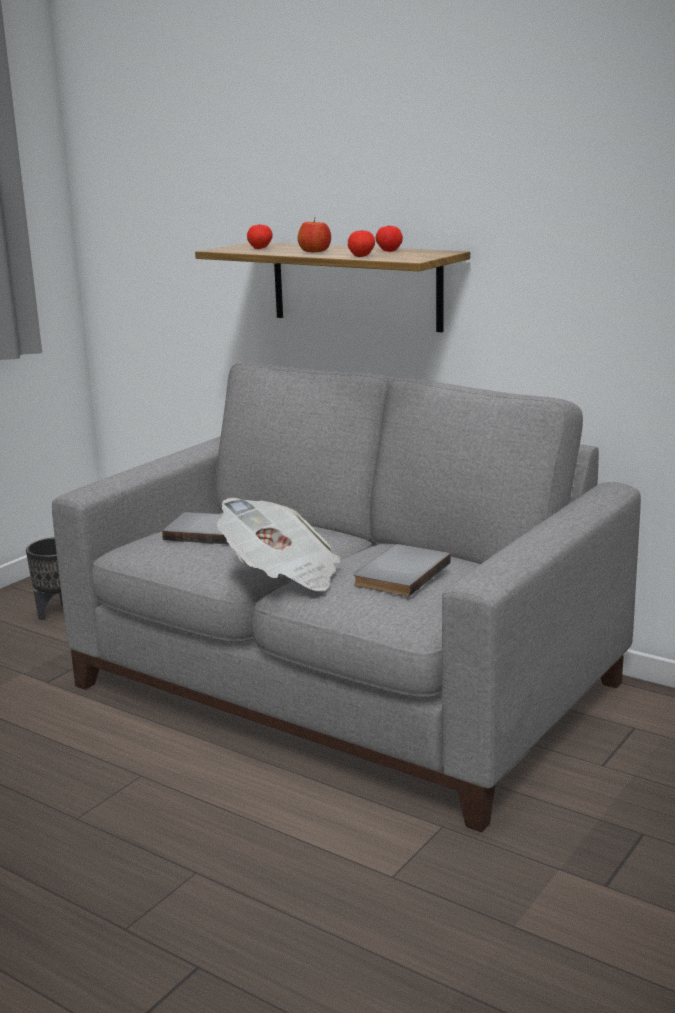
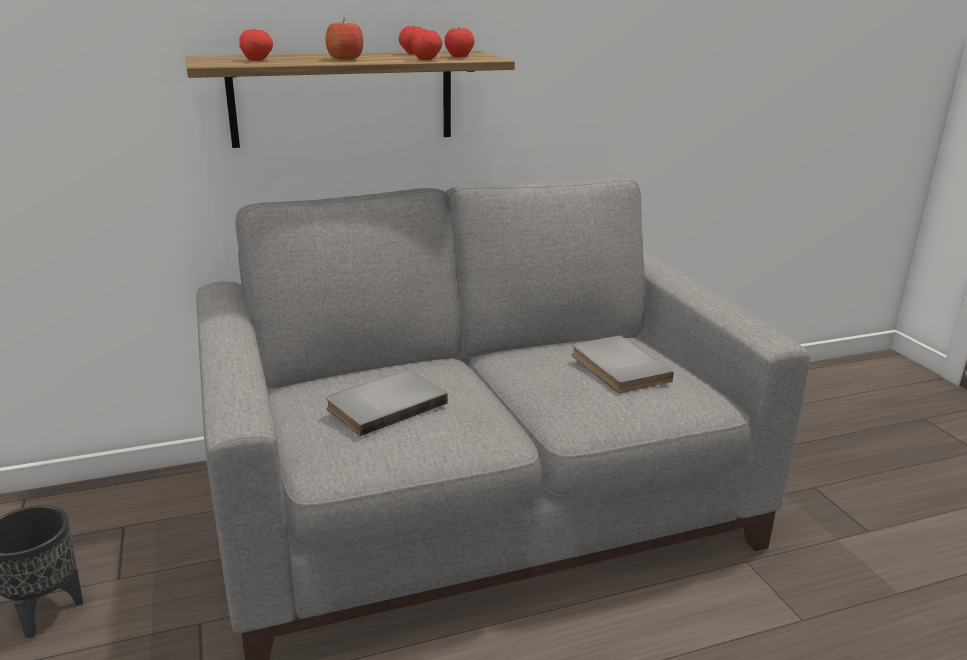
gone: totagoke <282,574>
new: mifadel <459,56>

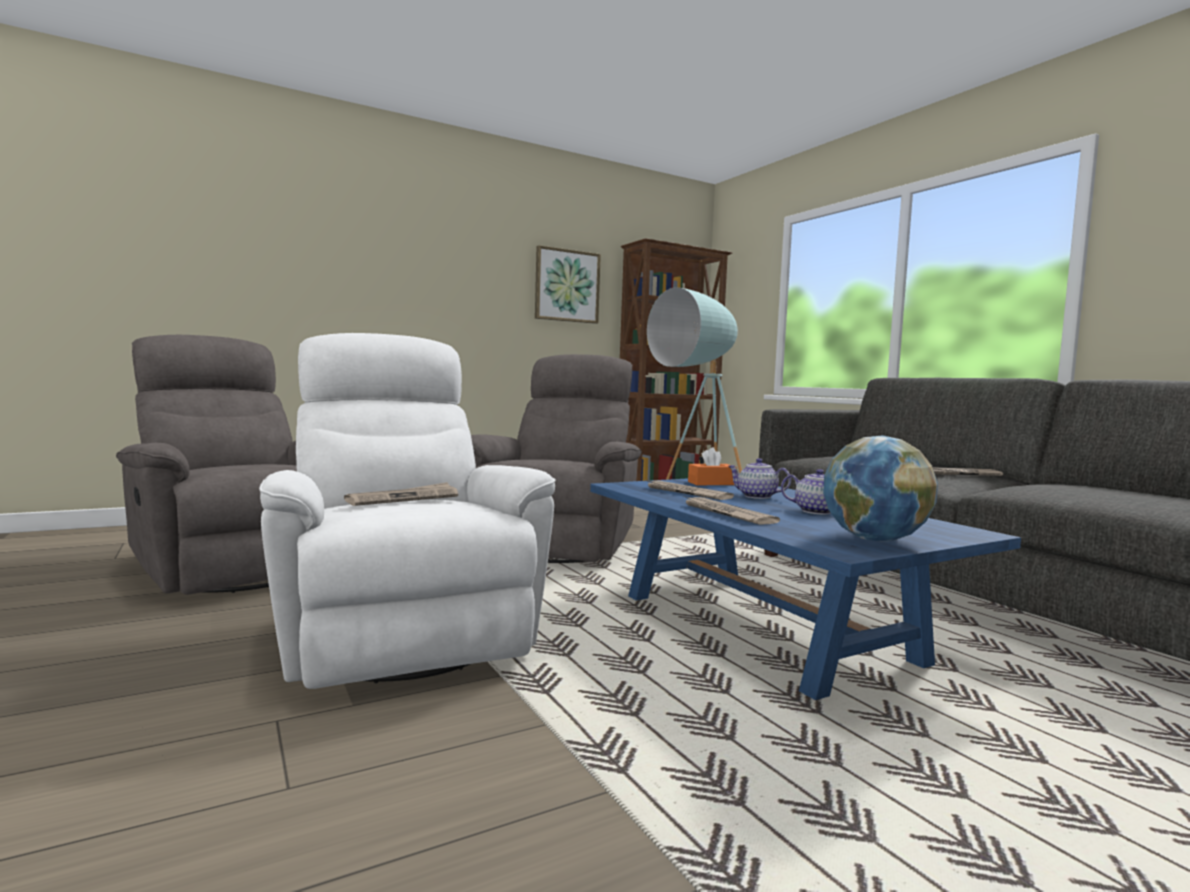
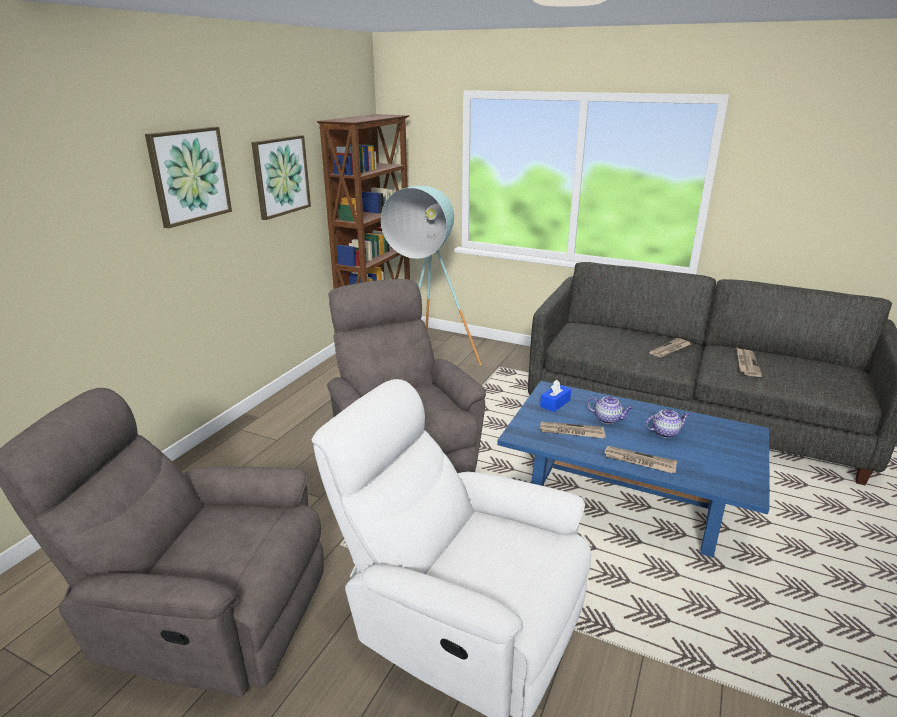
gone: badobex <874,540>
new: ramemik <189,175>
shifted: totagoke <403,498> to <746,364>
repainted: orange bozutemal <711,483> to blue bozutemal <555,403>
rotated: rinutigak <756,496> = <608,419> 150 degrees counterclockwise

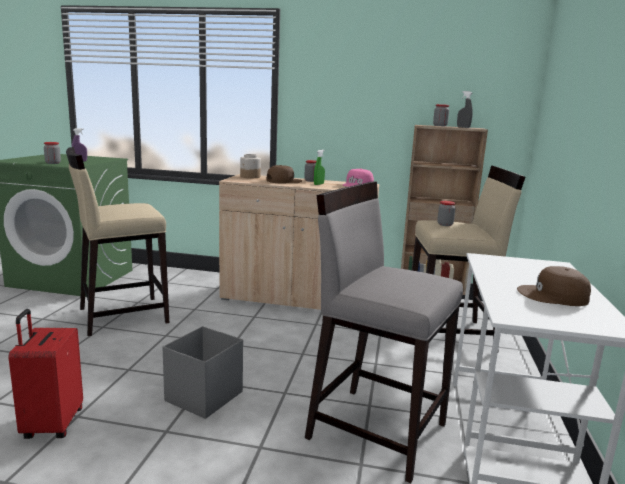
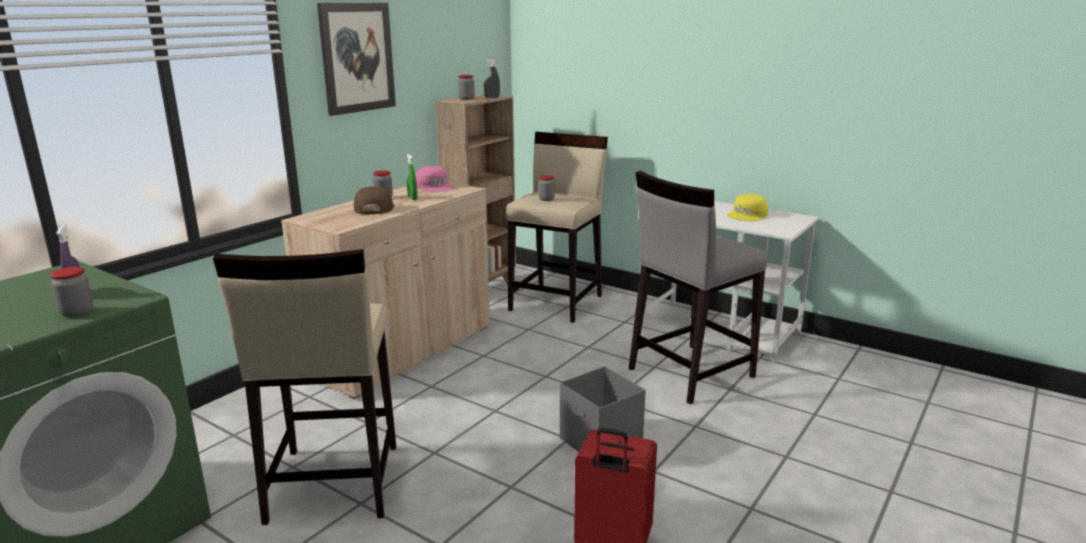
gone: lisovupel <250,177>
new: ramemik <357,58>
repainted: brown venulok <553,296> to yellow venulok <748,215>

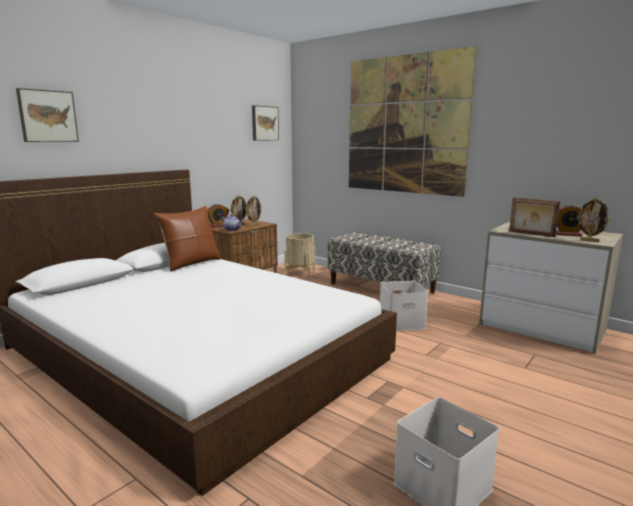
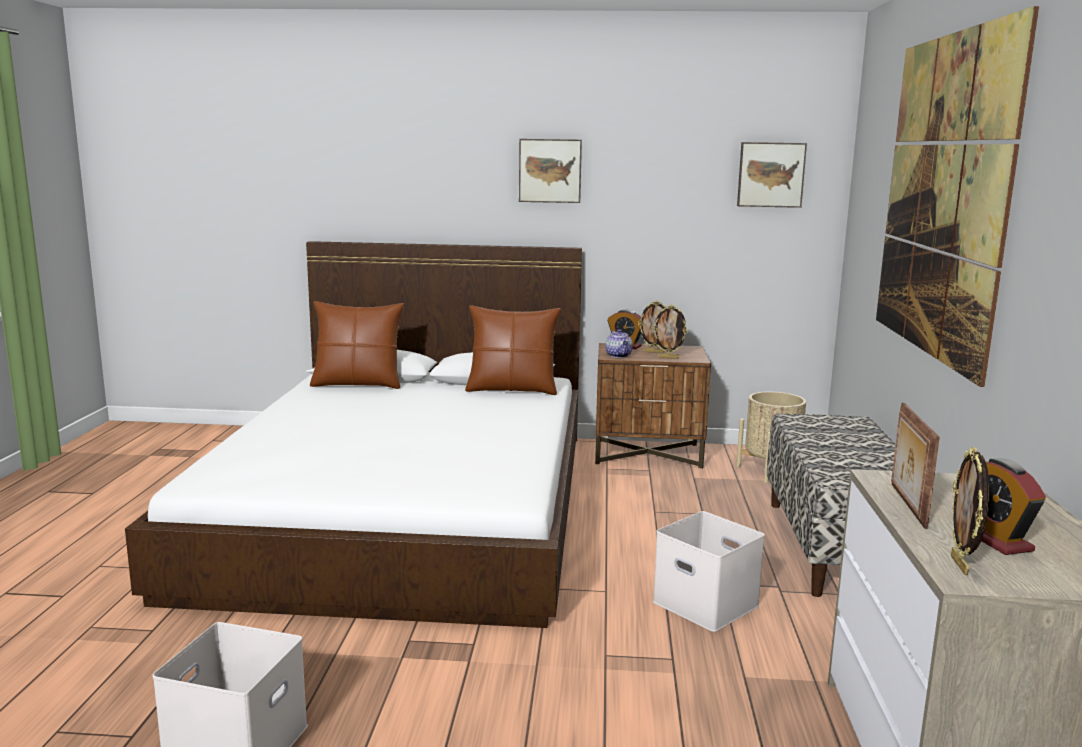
new: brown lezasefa <358,384>
shifted: ramemik <47,116> to <550,170>

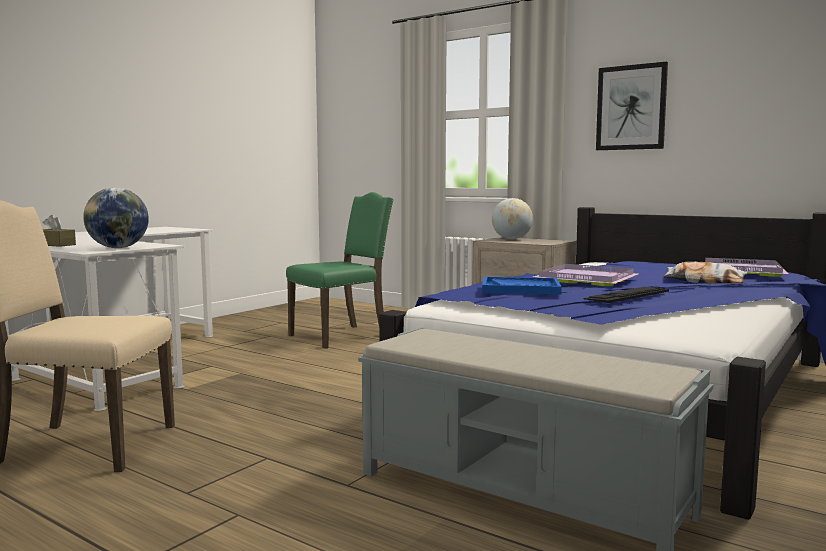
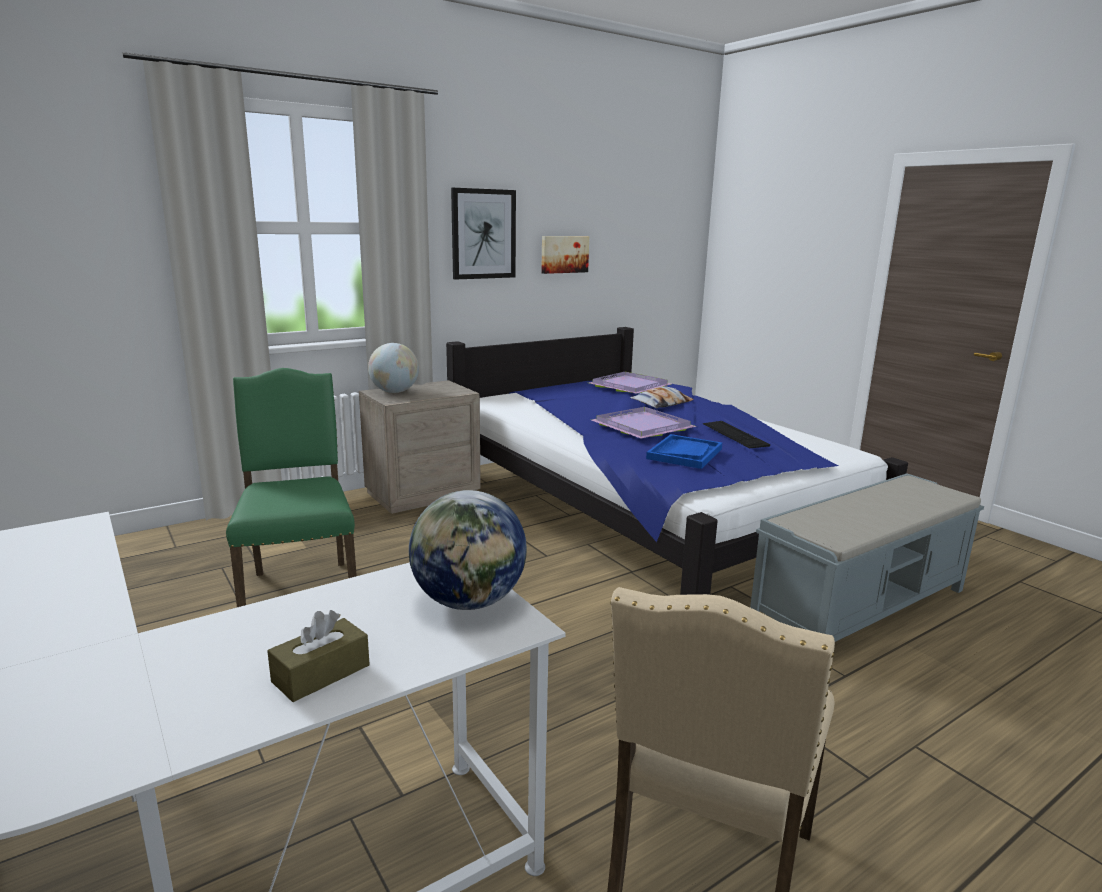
new: ramemik <564,254>

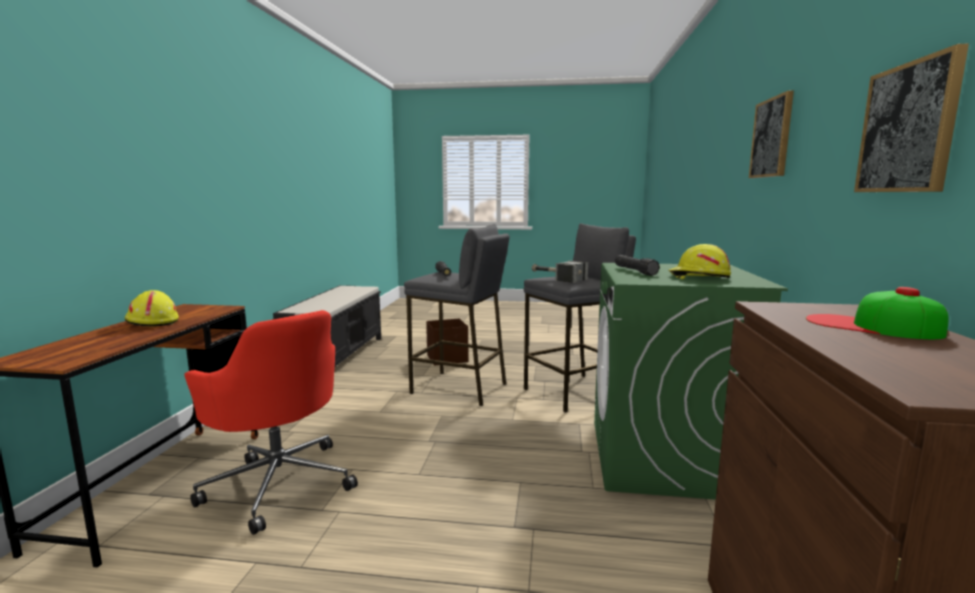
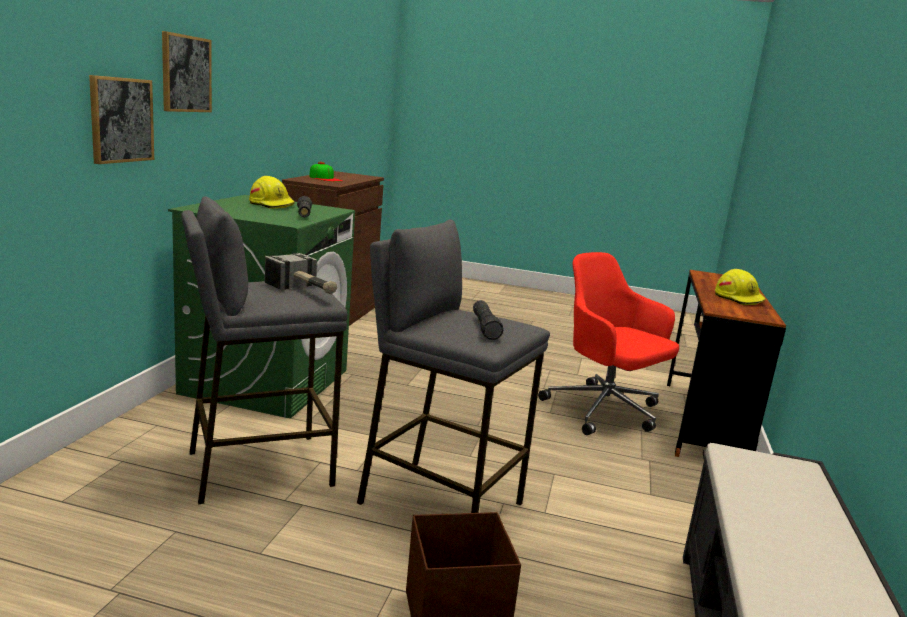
shifted: ramemik <908,128> to <121,120>

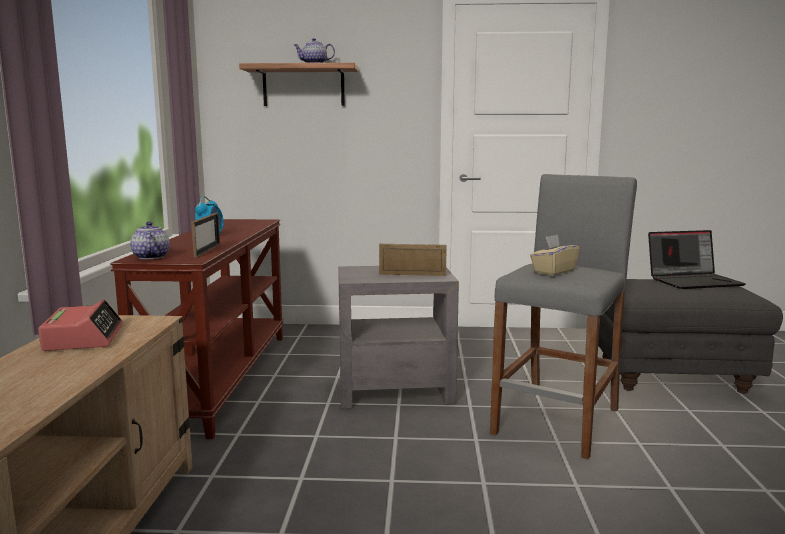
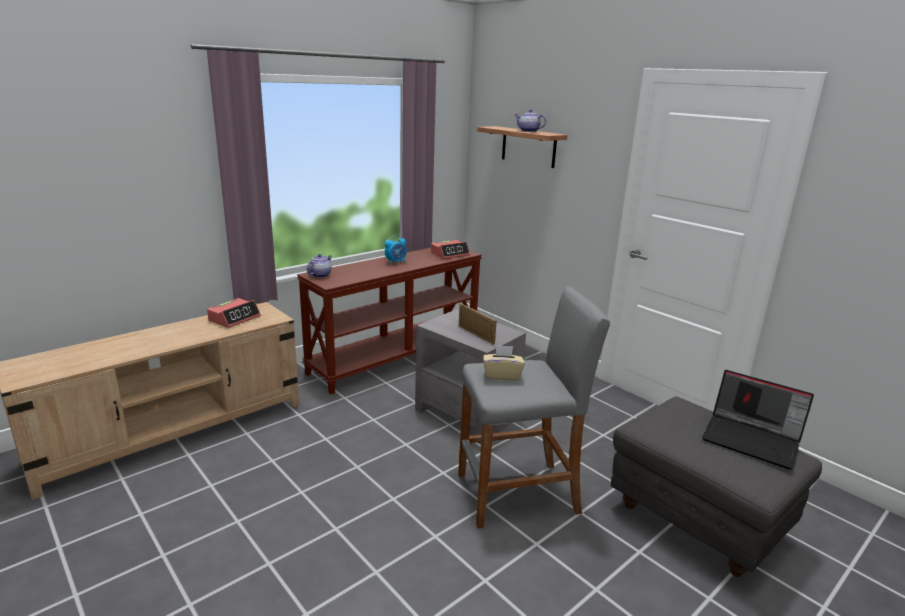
gone: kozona <207,250>
new: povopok <450,254>

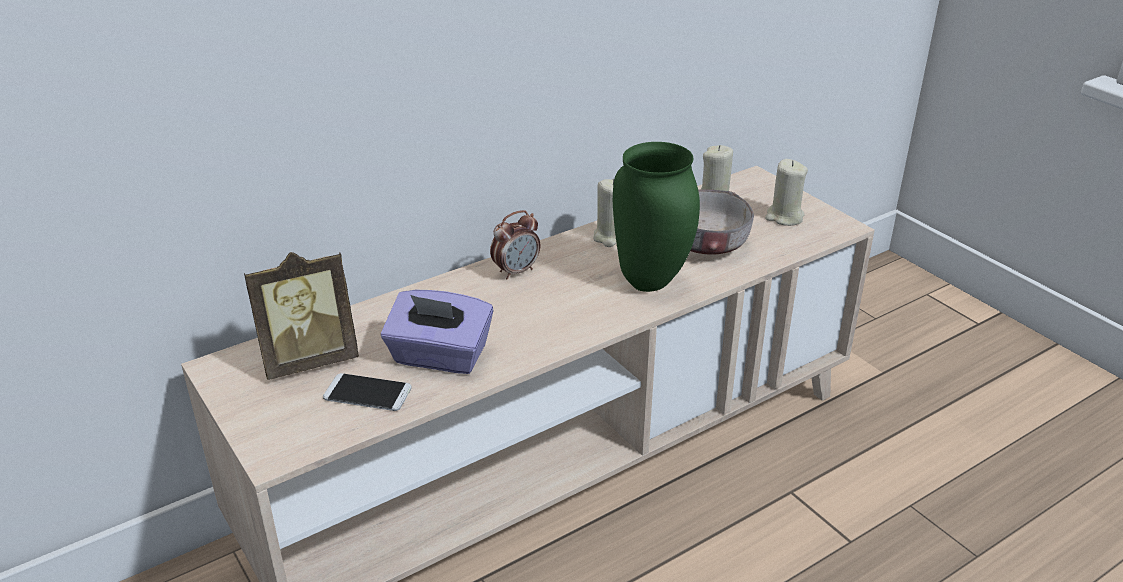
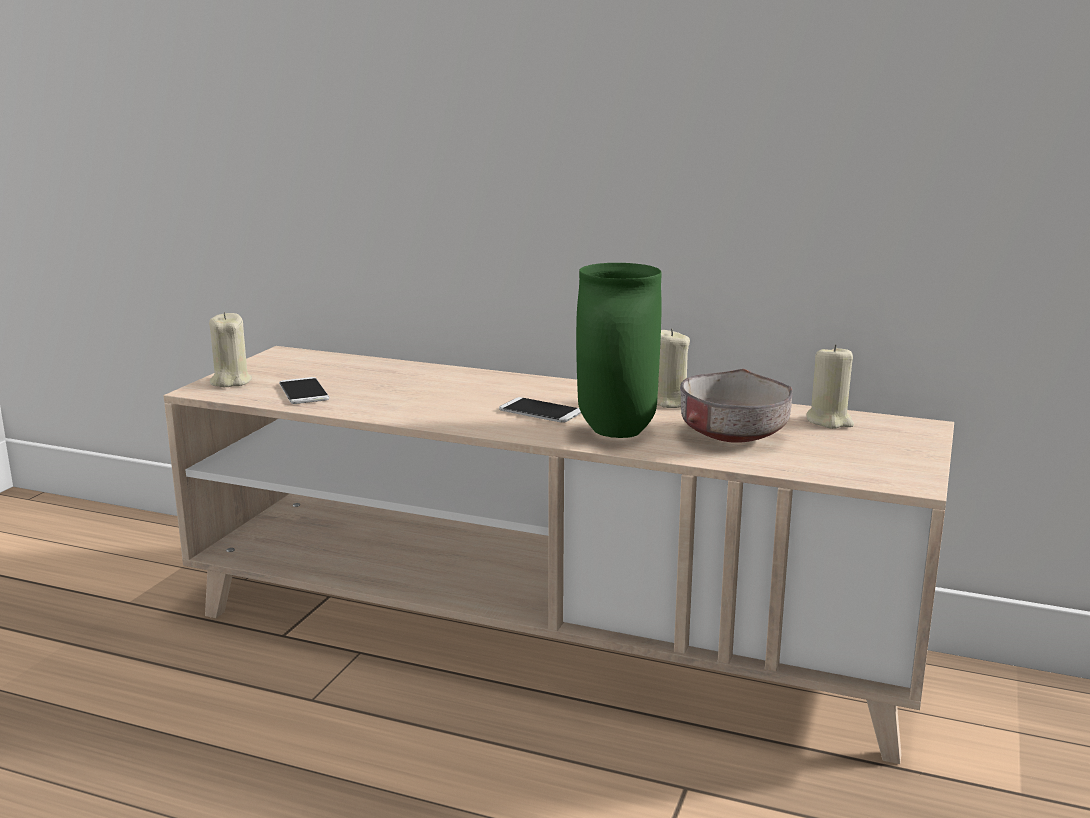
gone: povopok <516,271>; kozona <309,360>; purple bozutemal <439,357>
new: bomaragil <540,411>
shifted: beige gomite <784,217> to <230,381>

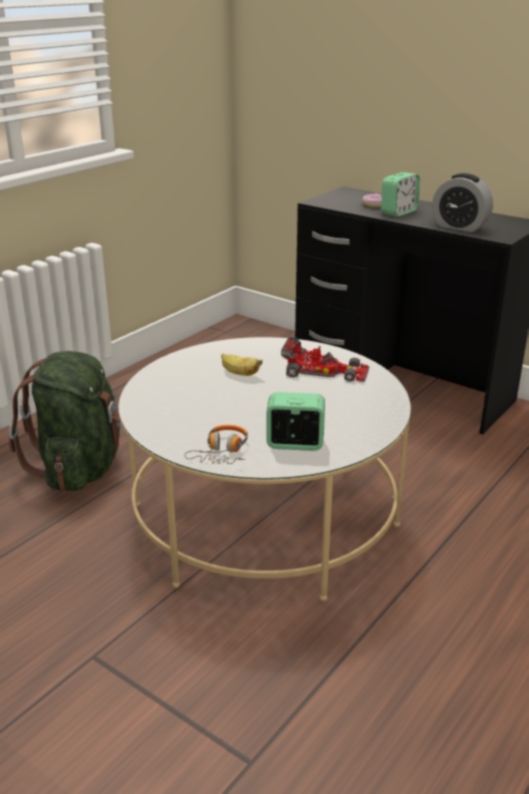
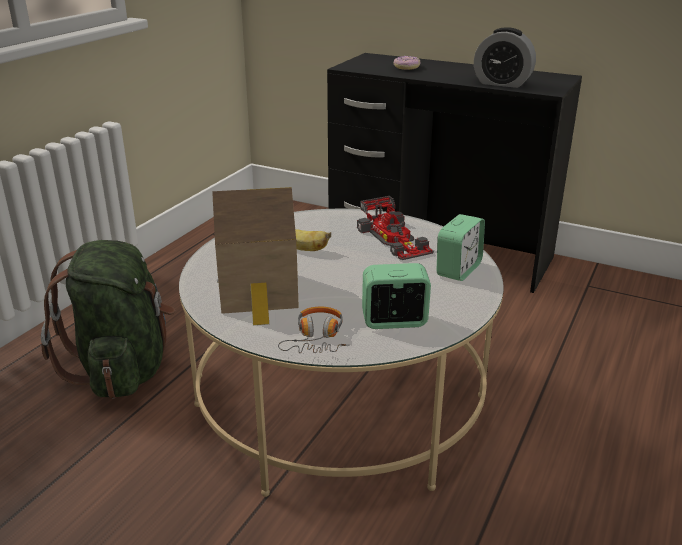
new: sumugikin <259,294>
shifted: povopok <398,212> to <458,270>
rotated: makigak <324,370> = <394,239> 60 degrees clockwise

